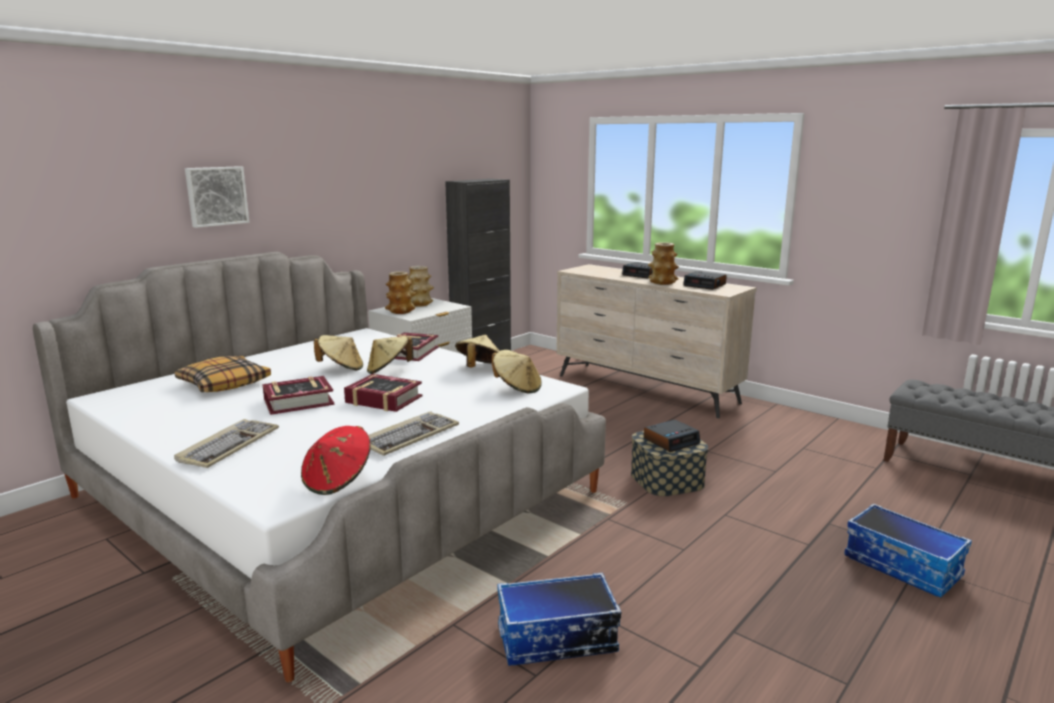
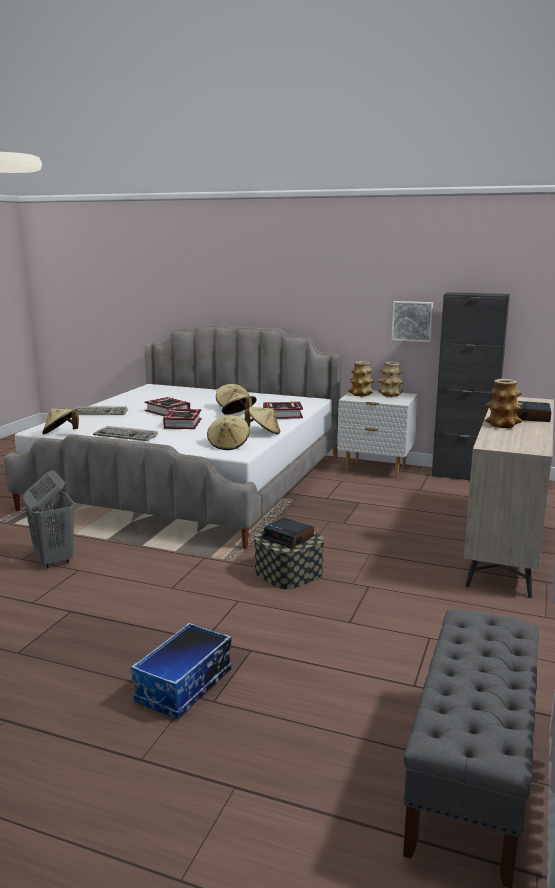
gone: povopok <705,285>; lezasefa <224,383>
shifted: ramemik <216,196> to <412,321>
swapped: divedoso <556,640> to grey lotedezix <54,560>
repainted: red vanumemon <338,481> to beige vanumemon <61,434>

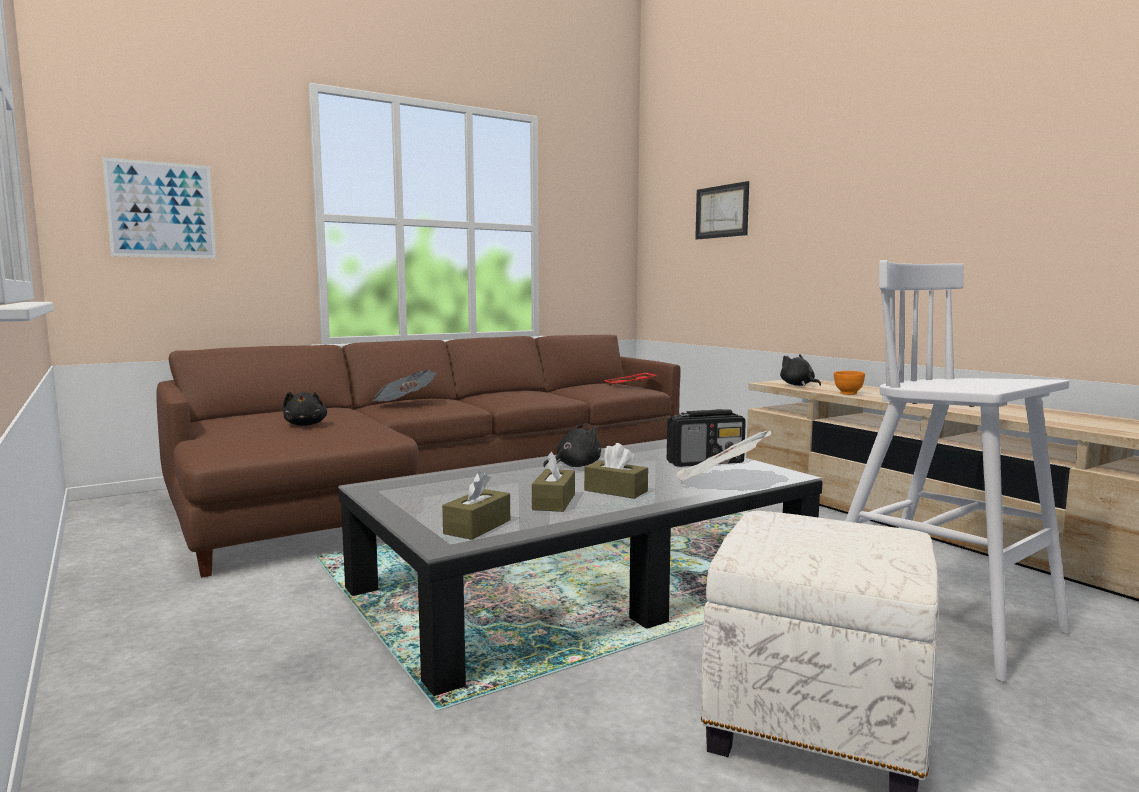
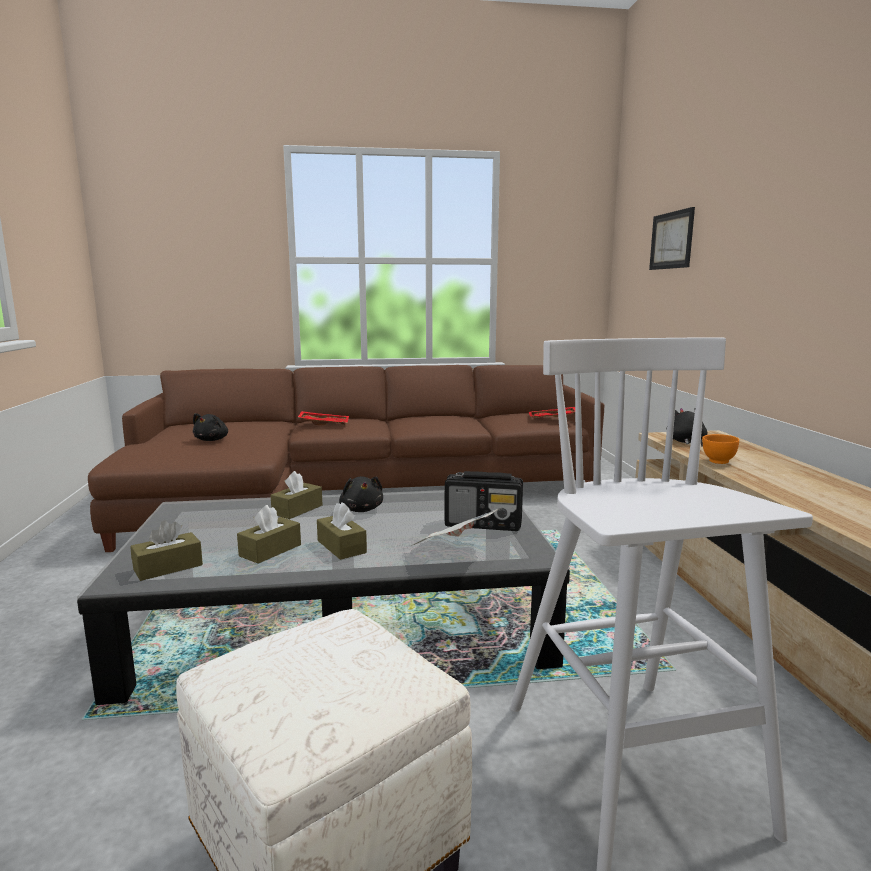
gone: ramemik <161,210>
new: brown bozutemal <297,509>
swapped: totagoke <404,404> to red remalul <324,424>
rotated: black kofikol <575,466> = <362,509> 75 degrees clockwise

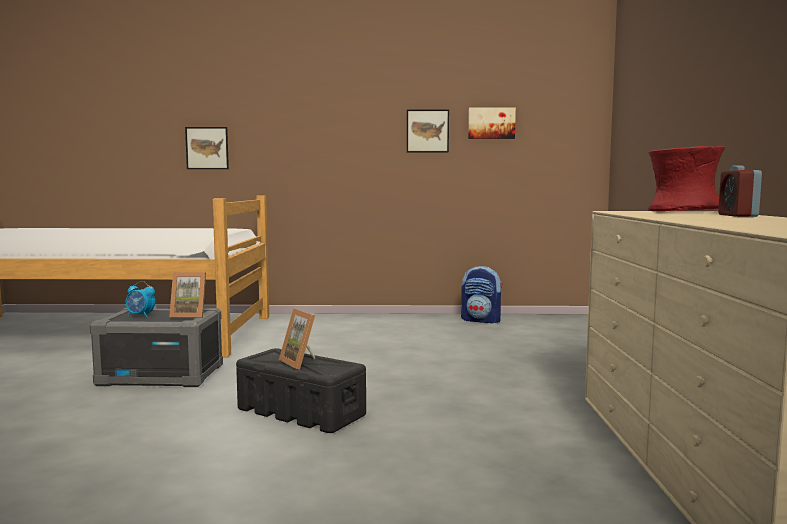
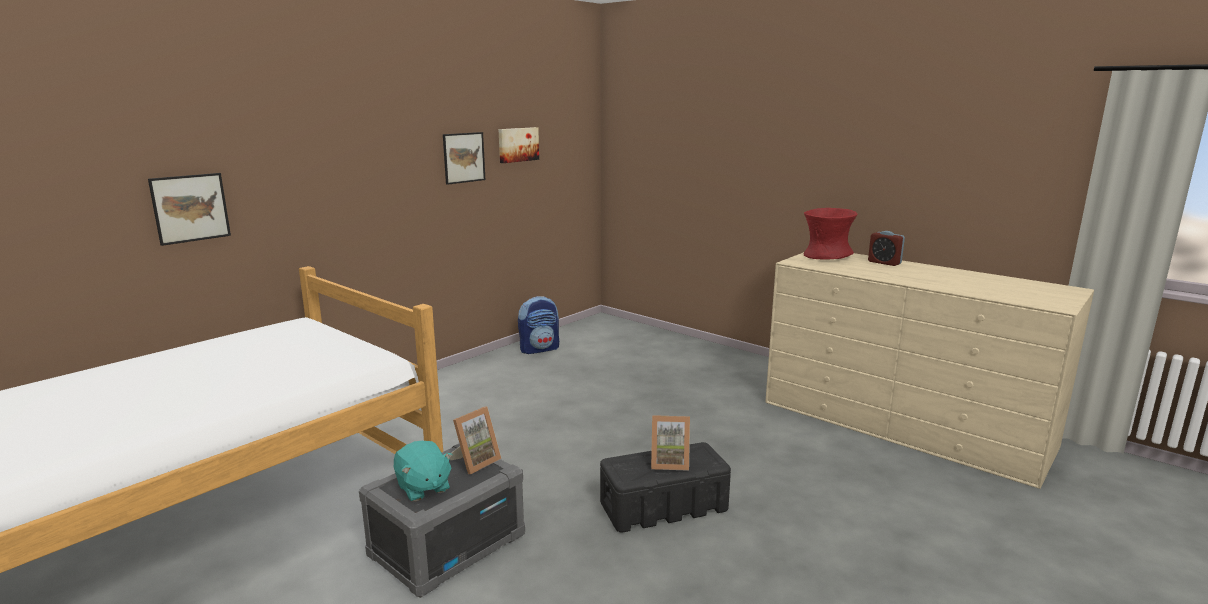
swapped: povopok <140,316> to turquoise kofikol <423,488>

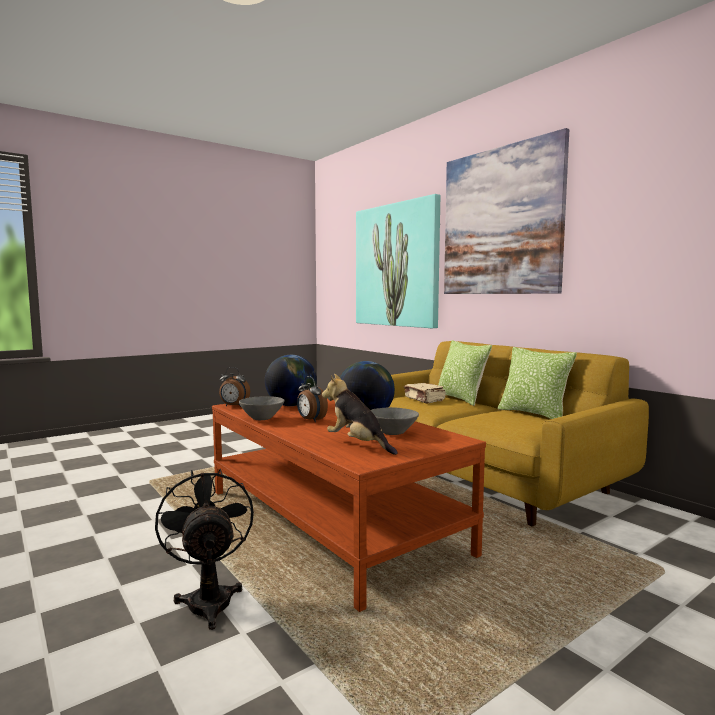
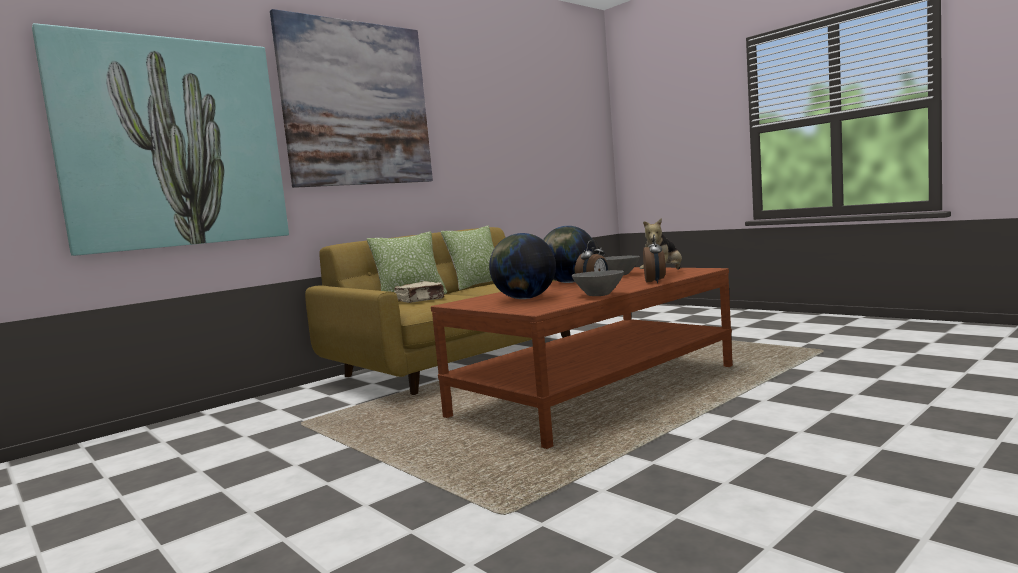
gone: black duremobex <209,598>
shifted: povopok <233,406> to <655,282>

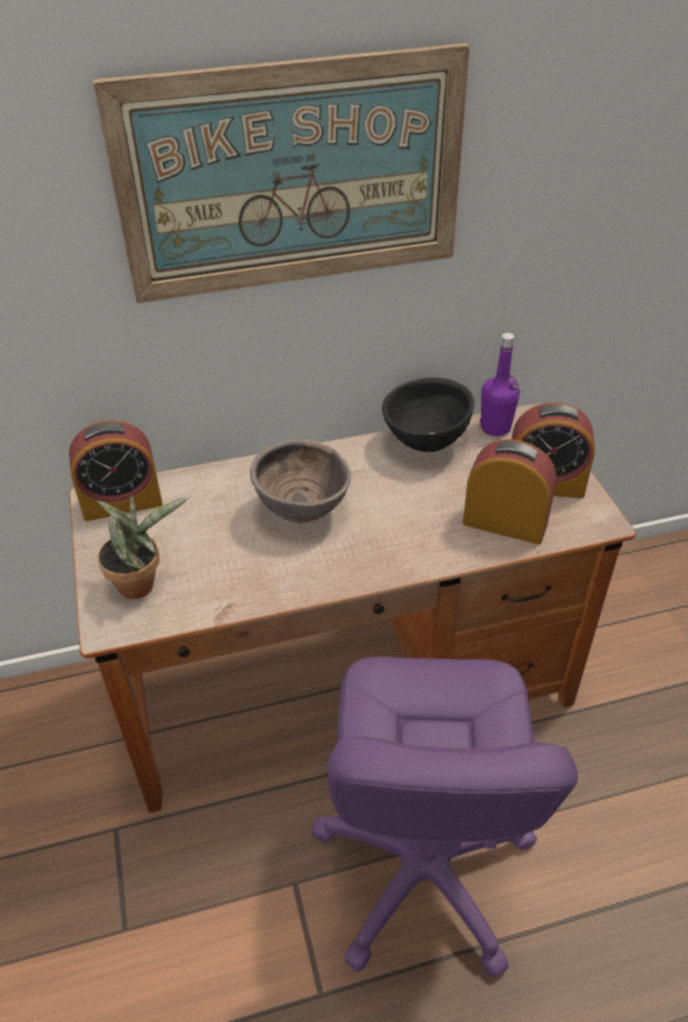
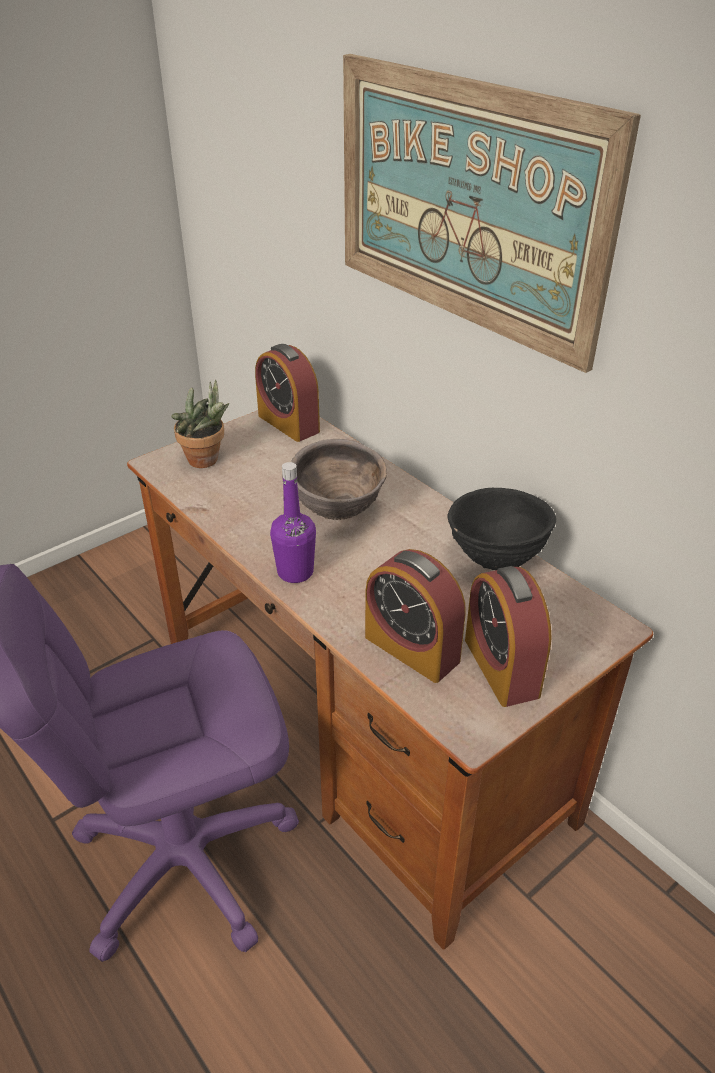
shifted: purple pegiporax <495,427> to <295,572>
rotated: povopok <505,523> = <412,648> 135 degrees clockwise

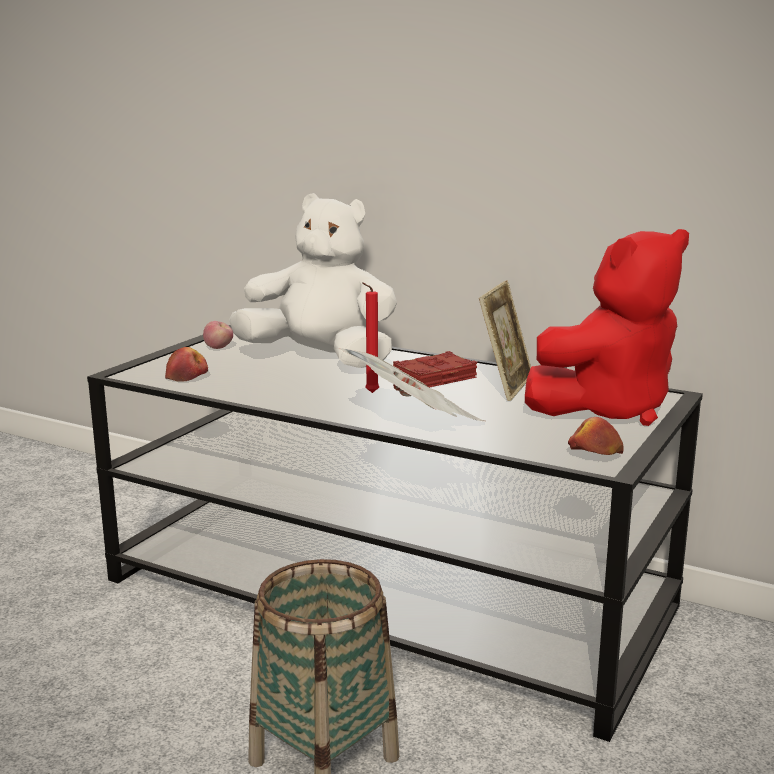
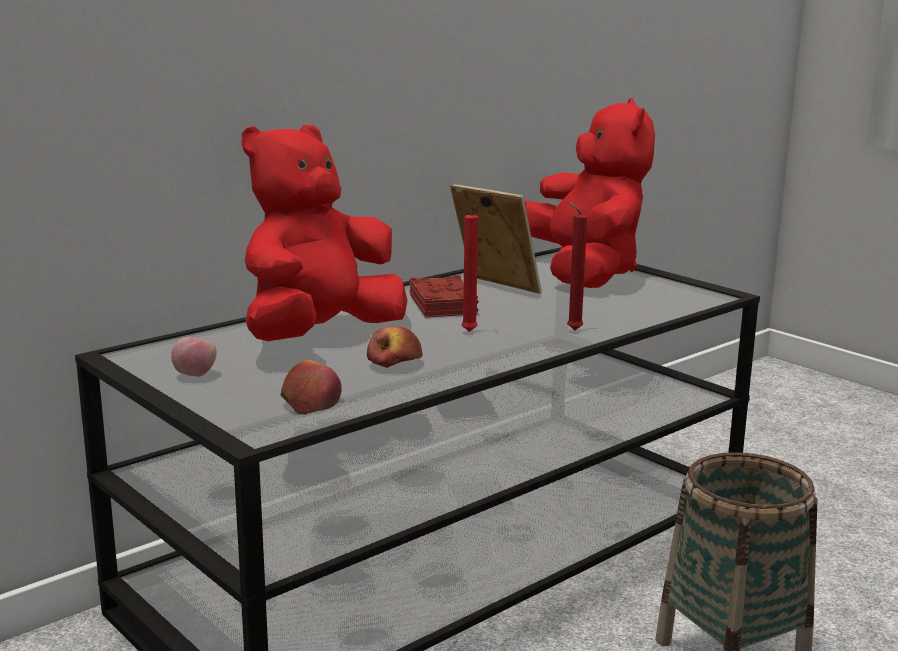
shifted: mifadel <594,453> to <395,364>
swapped: totagoke <413,421> to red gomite <572,330>
repainted: white kofikol <321,360> to red kofikol <319,336>

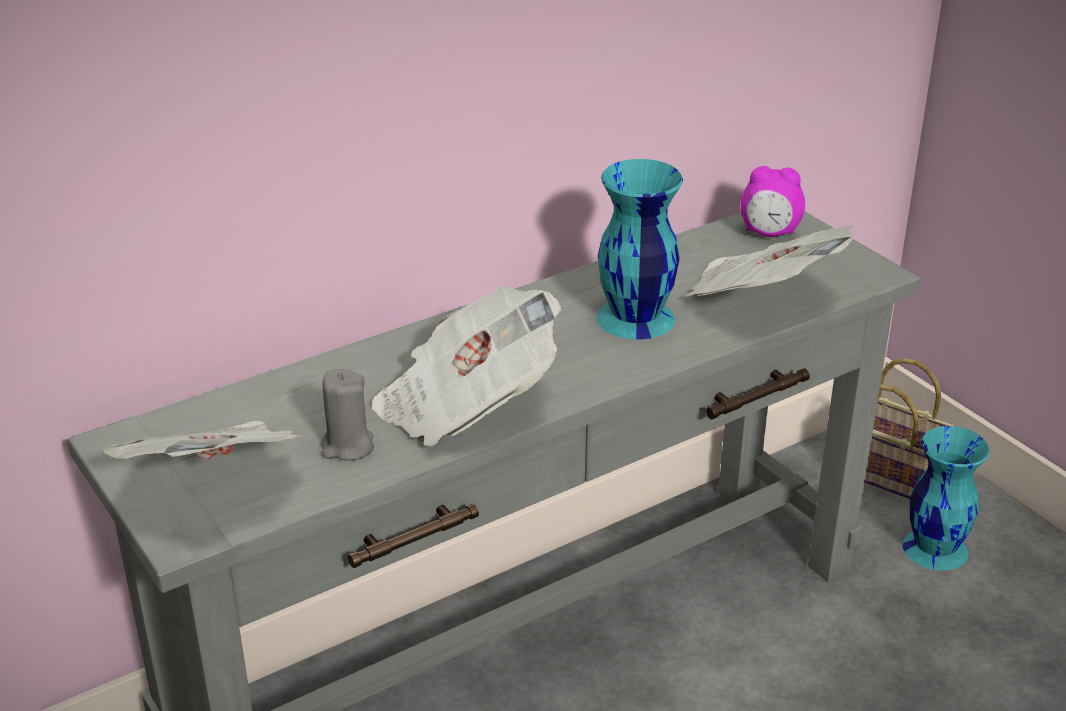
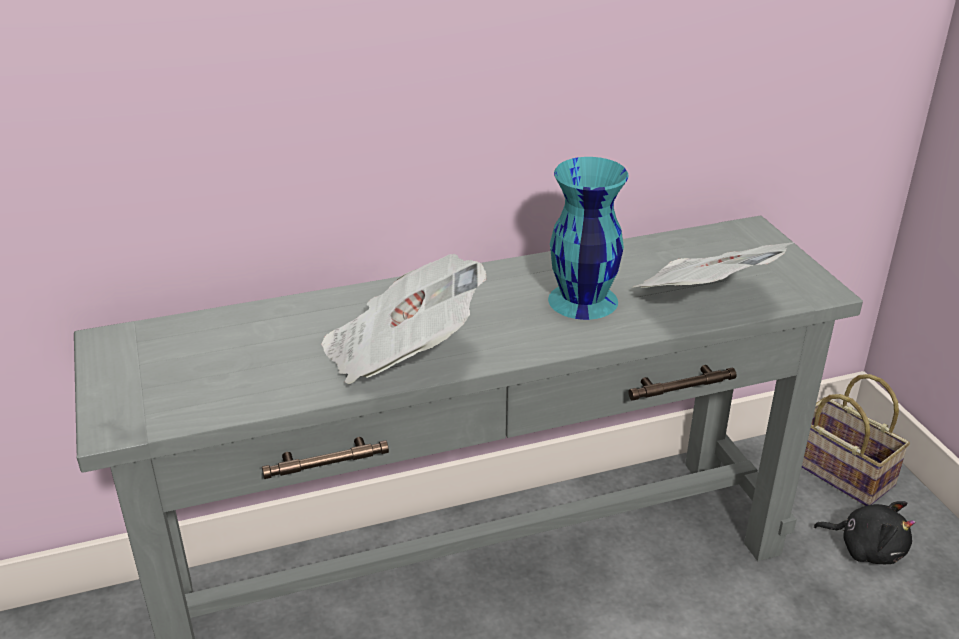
gone: povopok <769,233>; grey gomite <347,447>; totagoke <215,481>
swapped: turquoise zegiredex <934,548> to black kofikol <866,548>

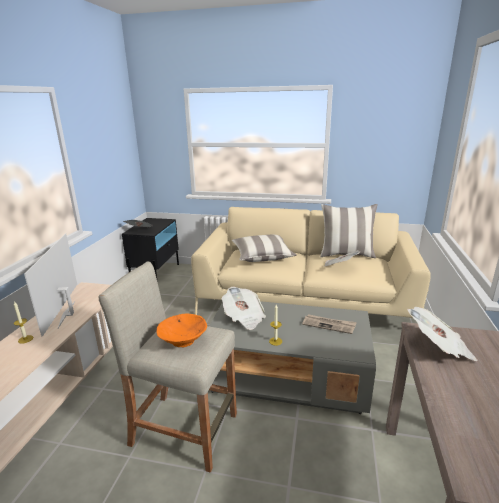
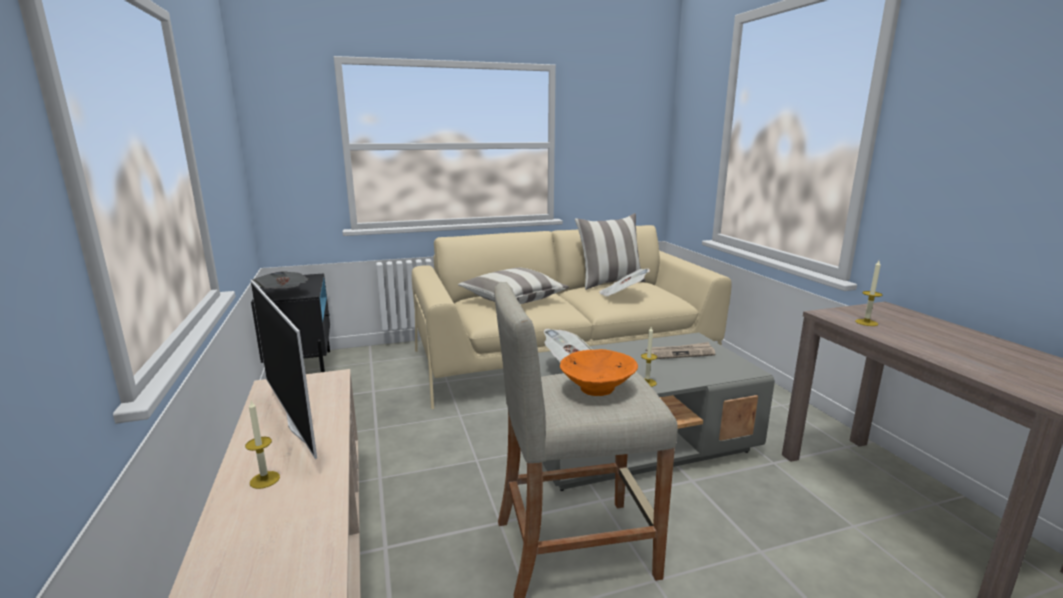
swapped: totagoke <438,348> to gomite <866,322>

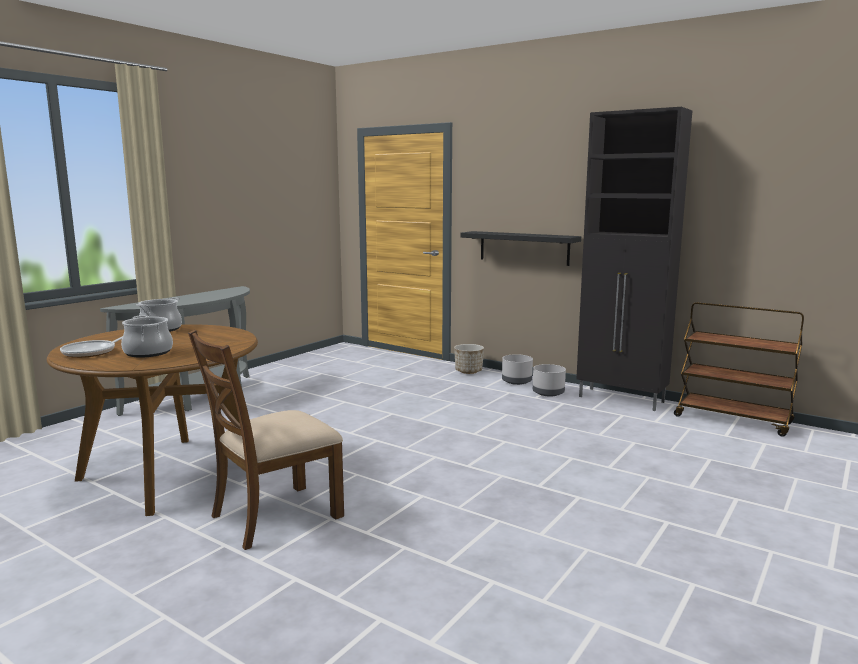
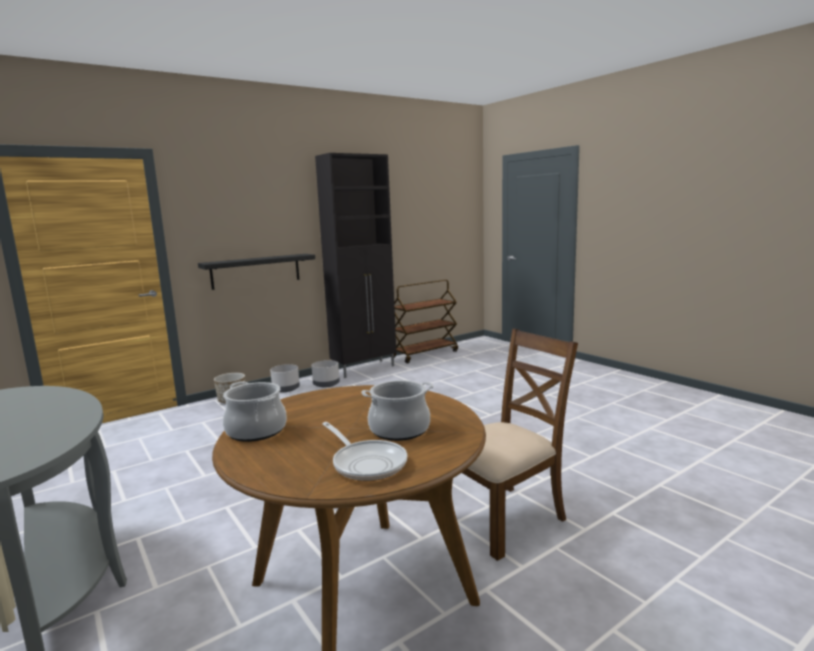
rotated: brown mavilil <275,515> = <504,518> 105 degrees counterclockwise

